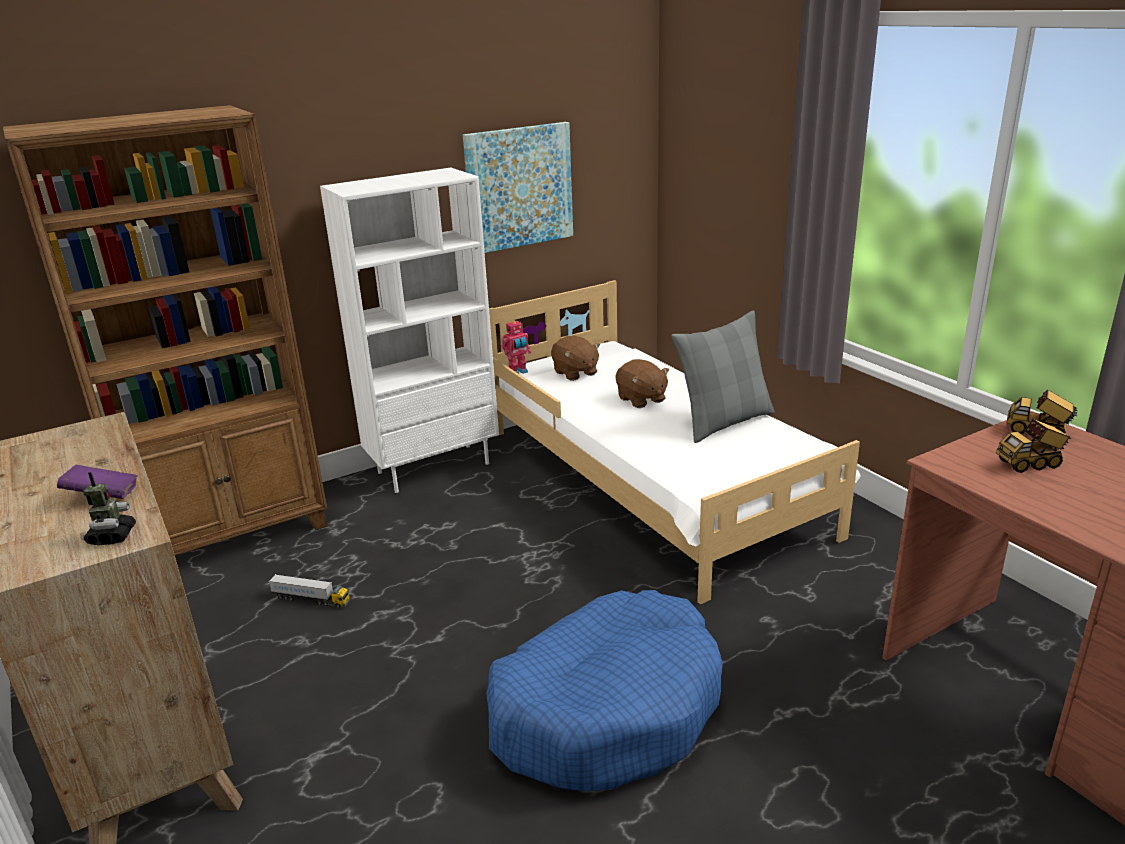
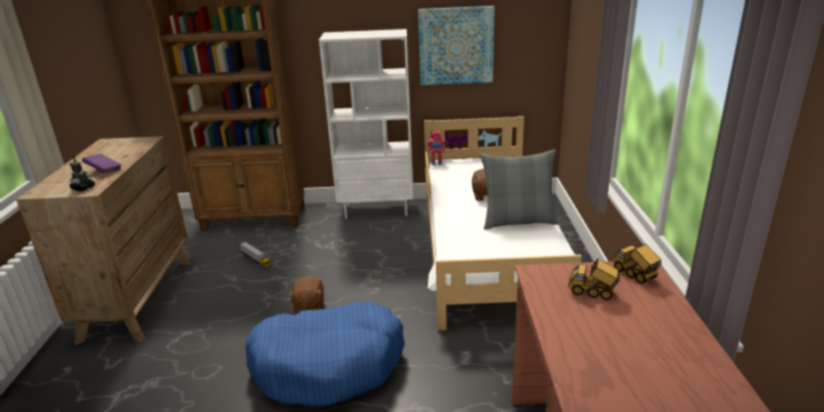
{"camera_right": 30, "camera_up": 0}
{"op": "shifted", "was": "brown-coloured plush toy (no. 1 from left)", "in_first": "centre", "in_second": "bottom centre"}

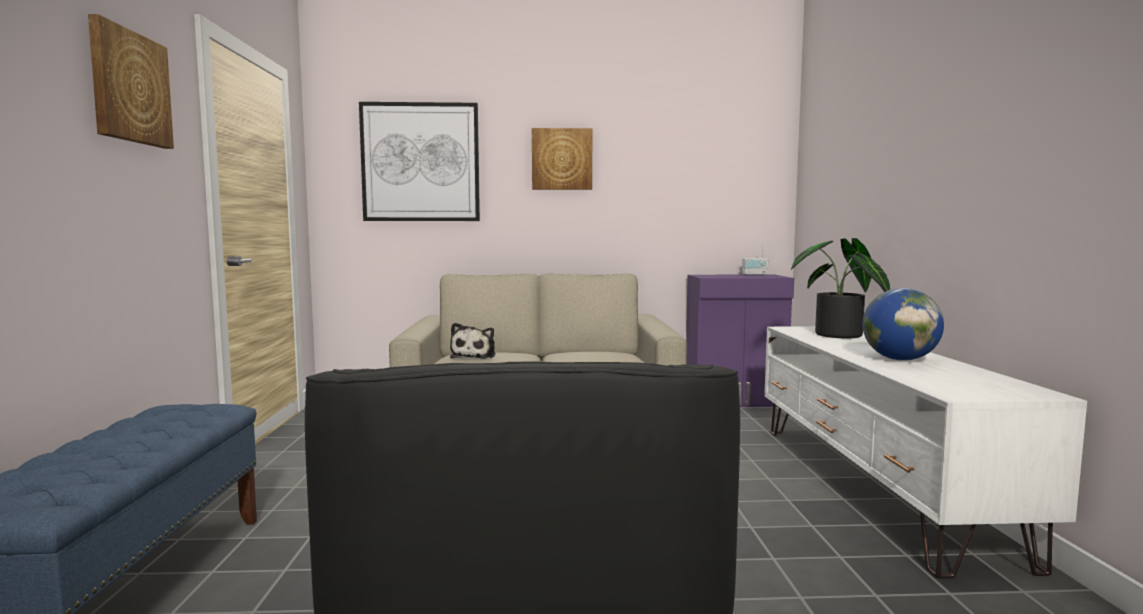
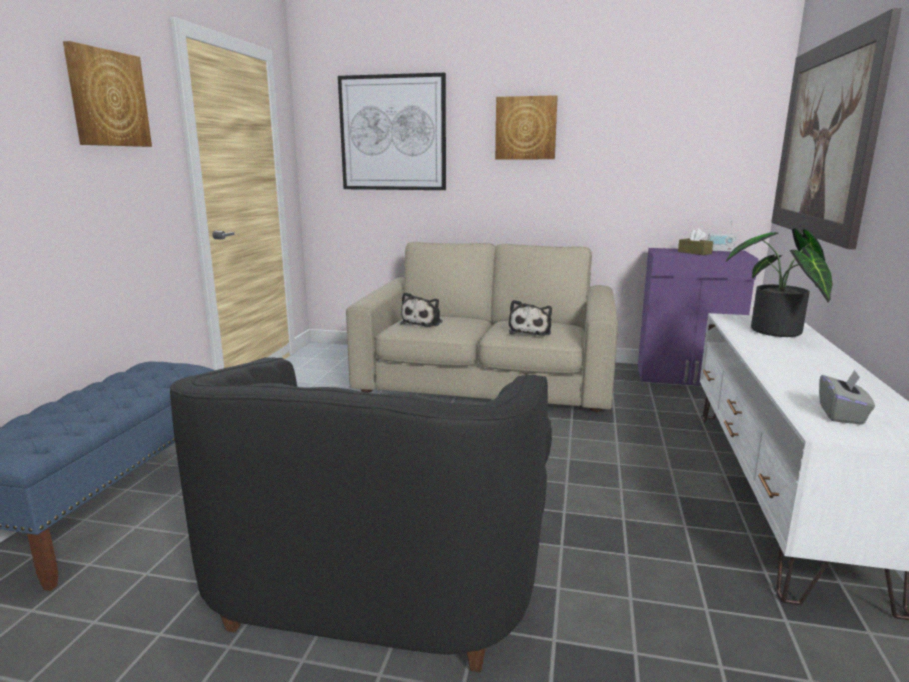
{"camera_right": 15, "camera_up": 10}
{"op": "gone", "was": "desk globe", "in_first": "middle right"}
{"op": "new", "now": "plush toy (no. 2 from left)", "in_second": "centre"}
{"op": "new", "now": "brown-coloured tissue holder", "in_second": "middle right"}
{"op": "new", "now": "wall art (no. 4 from left)", "in_second": "top right"}
{"op": "new", "now": "greyish tissue holder", "in_second": "middle right"}

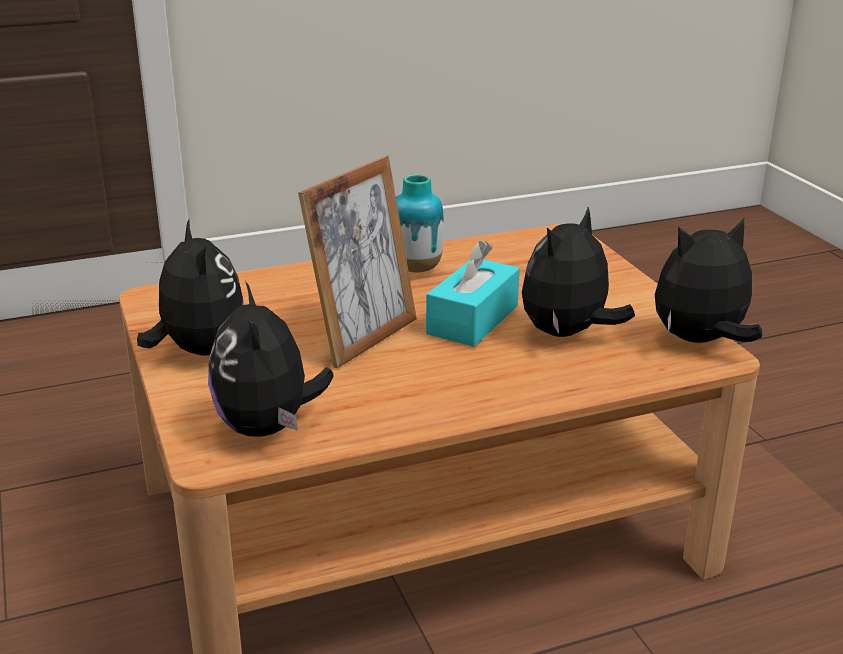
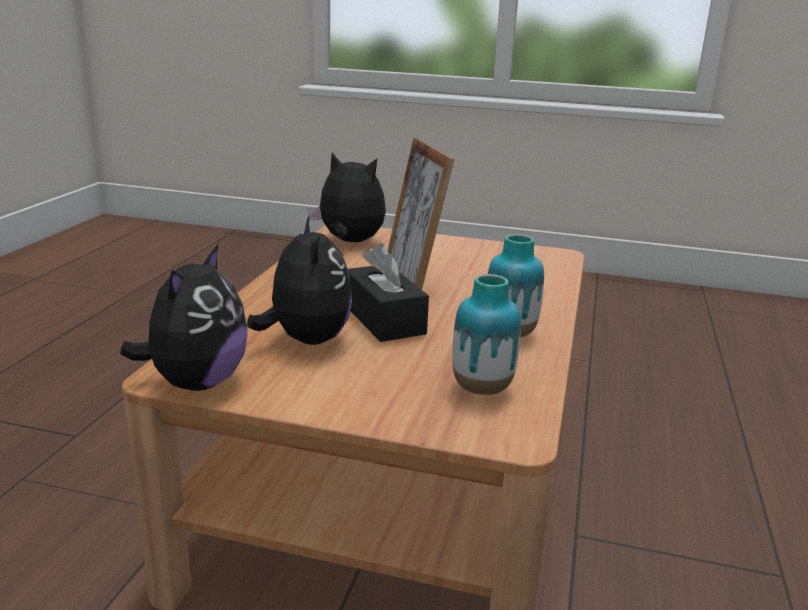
{"camera_right": 125, "camera_up": -5}
{"op": "gone", "was": "plush toy (no. 1 from left)", "in_first": "middle left"}
{"op": "new", "now": "vase (no. 1 from left)", "in_second": "centre"}
{"op": "repainted", "was": "turquoise tissue holder", "now": "black tissue holder", "in_first": "centre", "in_second": "centre"}

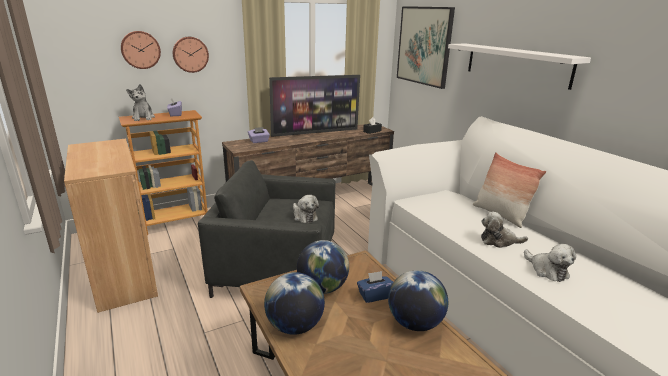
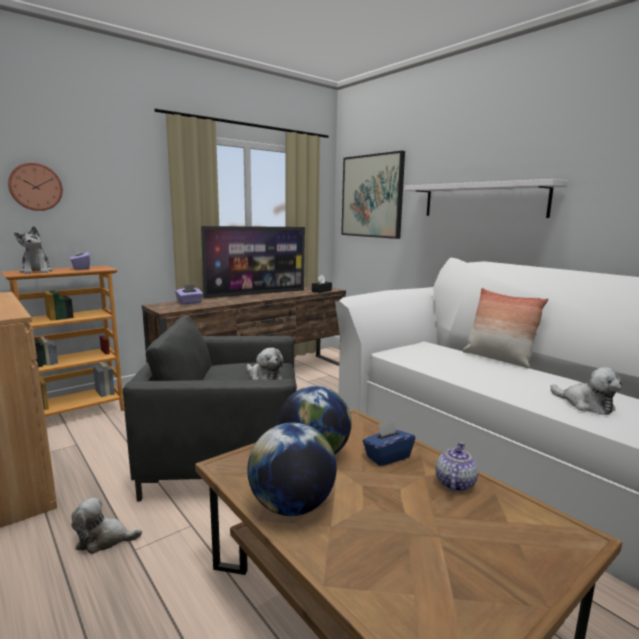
{"camera_right": -10, "camera_up": -10}
{"op": "gone", "was": "clock on the wall (no. 2 from left)", "in_first": "top left"}
{"op": "shifted", "was": "plush toy (no. 3 from left in the first image)", "now": "plush toy (no. 2 from left)", "in_first": "middle right", "in_second": "bottom left"}
{"op": "swapped", "was": "desk globe (no. 3 from left)", "now": "tea pot", "in_first": "bottom centre", "in_second": "bottom right"}

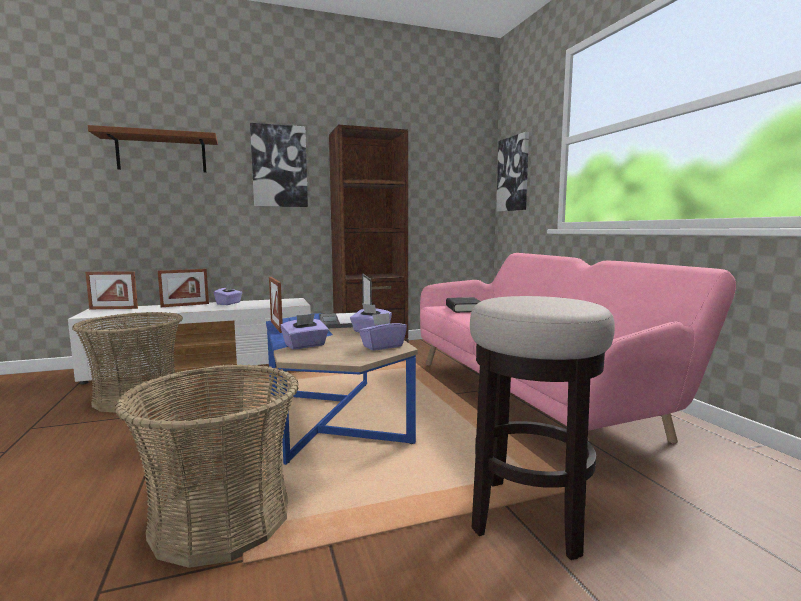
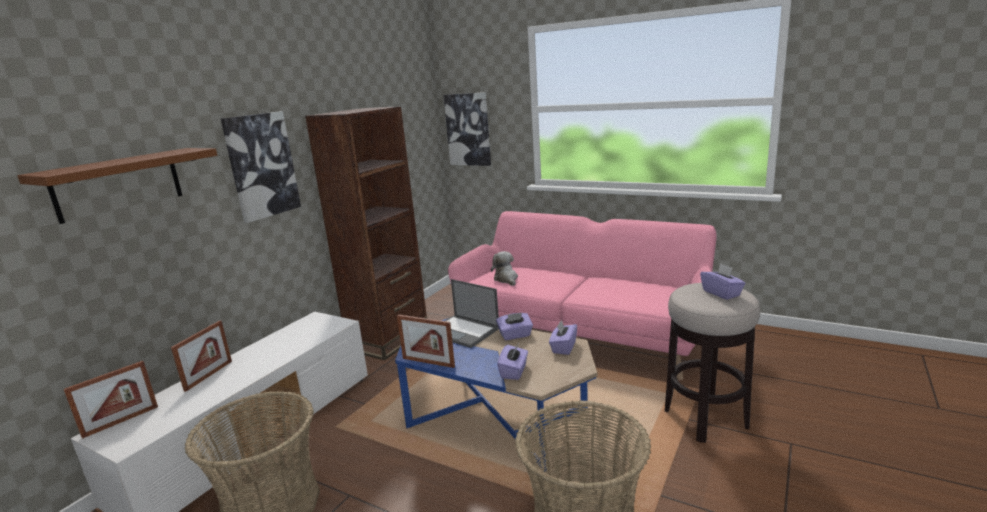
{"camera_right": -40, "camera_up": 10}
{"op": "shifted", "was": "purple tissue holder (no. 1 from left in the first image)", "now": "purple tissue holder (no. 4 from left)", "in_first": "middle left", "in_second": "middle right"}
{"op": "swapped", "was": "black book", "now": "plush toy", "in_first": "centre", "in_second": "centre"}

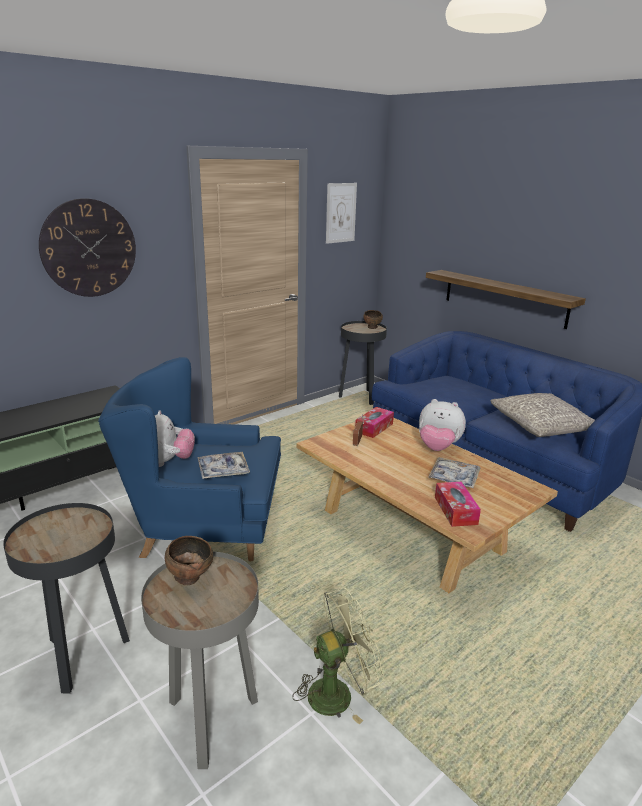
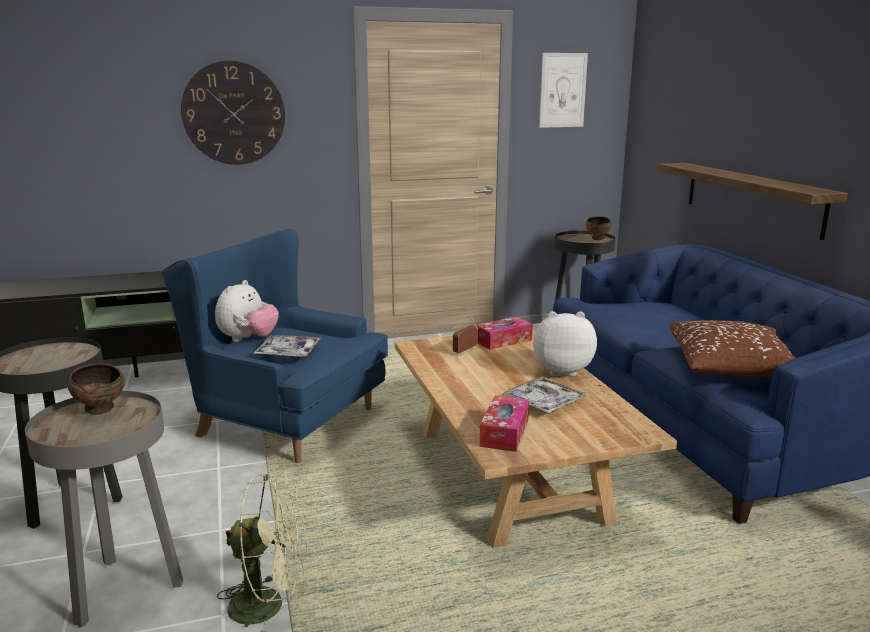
{"camera_right": 25, "camera_up": -5}
{"op": "repainted", "was": "greyish cushion", "now": "brown-coloured cushion", "in_first": "middle right", "in_second": "middle right"}
{"op": "rotated", "was": "plush toy (no. 2 from left)", "in_first": "middle right", "in_second": "centre", "clockwise": 135}

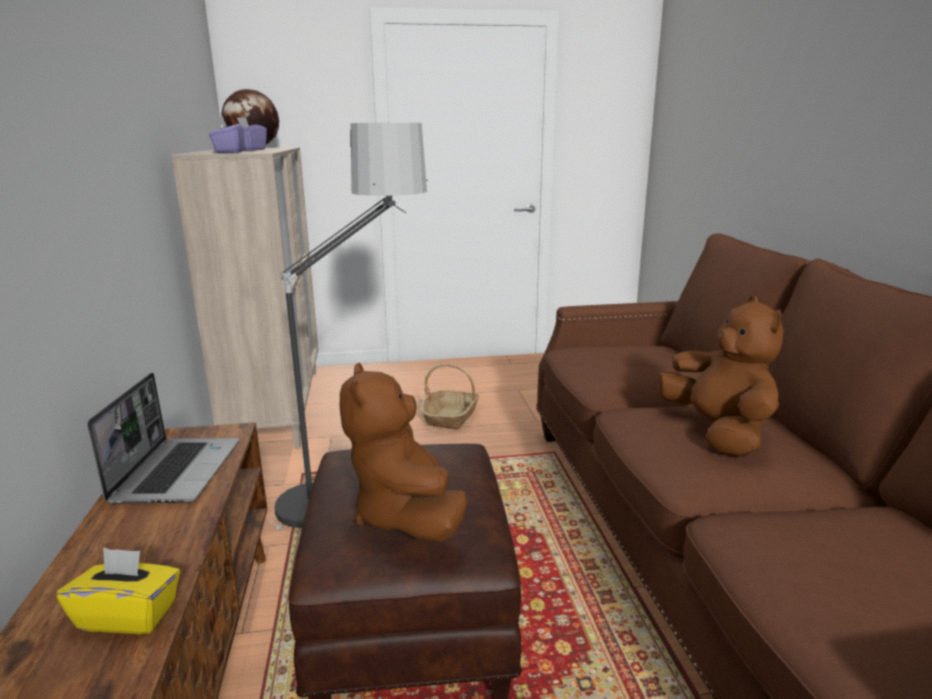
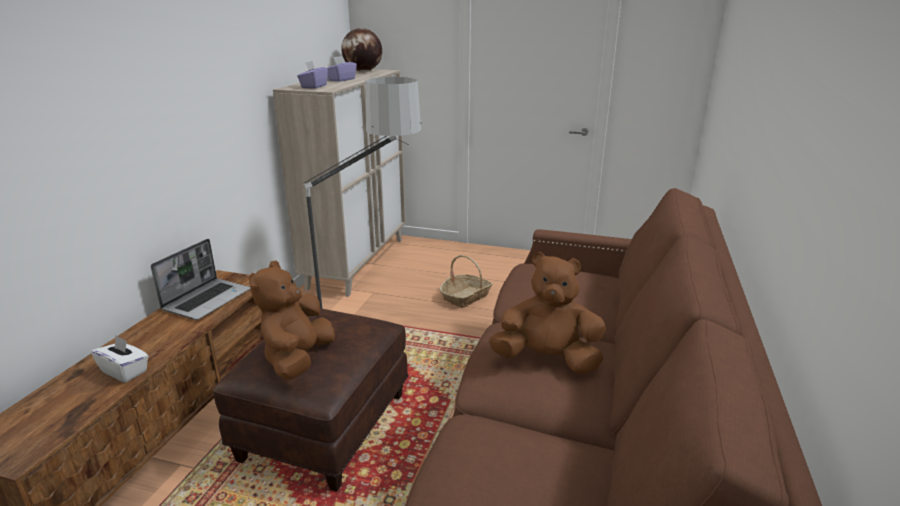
{"camera_right": 25, "camera_up": 5}
{"op": "repainted", "was": "yellow-coloured tissue holder", "now": "whitish tissue holder", "in_first": "bottom left", "in_second": "bottom left"}
{"op": "rotated", "was": "brown-coloured plush toy (no. 2 from left)", "in_first": "middle right", "in_second": "centre", "clockwise": -90}

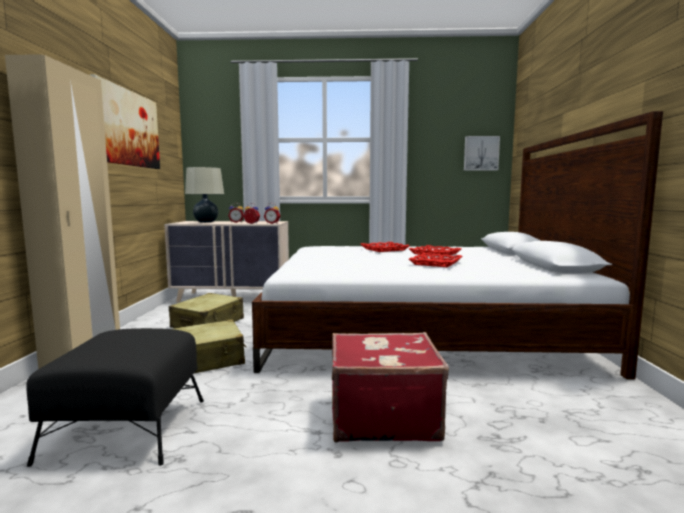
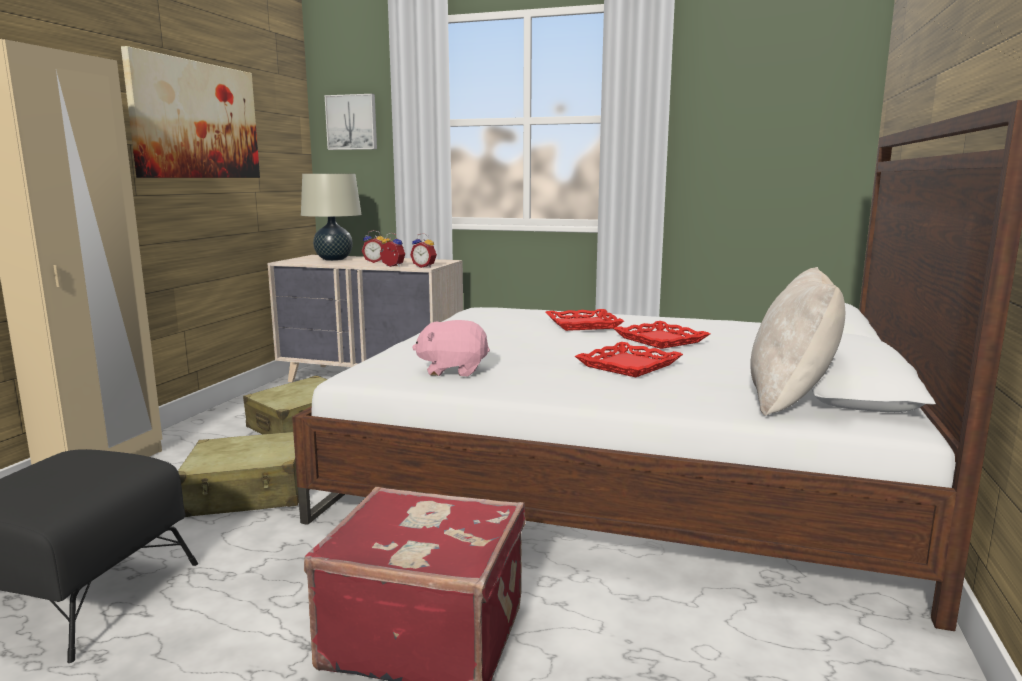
{"camera_right": 15, "camera_up": 5}
{"op": "new", "now": "pinkish plush toy", "in_second": "centre"}
{"op": "new", "now": "beige cushion", "in_second": "middle right"}
{"op": "shifted", "was": "wall art (no. 2 from left)", "in_first": "top right", "in_second": "top centre"}

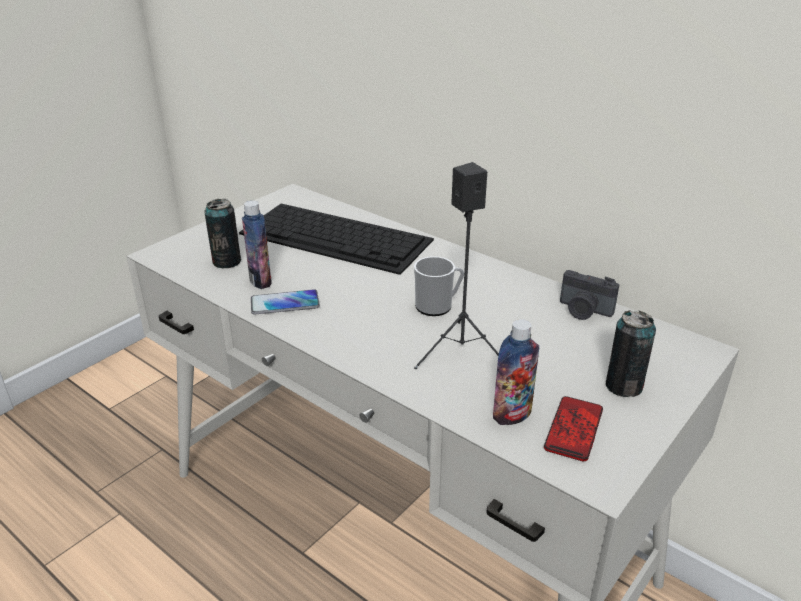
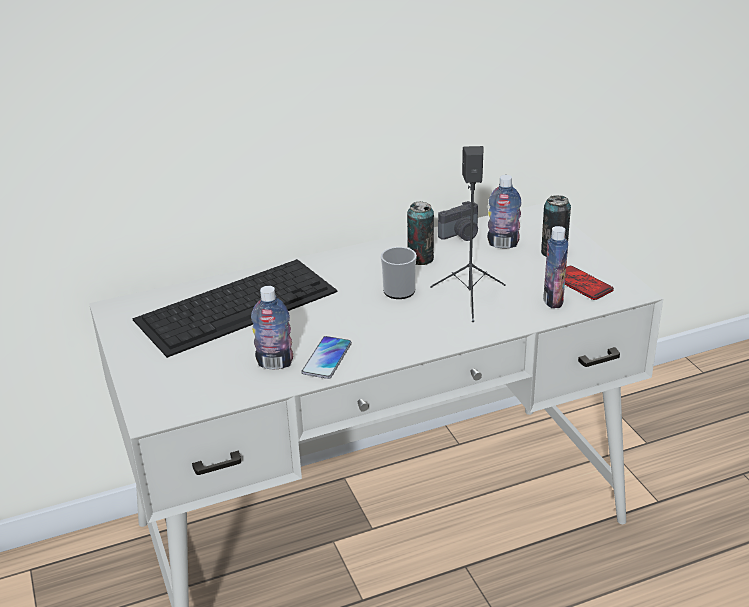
{"camera_right": -60, "camera_up": 0}
{"op": "new", "now": "drink bottle (no. 2 from left)", "in_second": "middle right"}
{"op": "shifted", "was": "metal can (no. 1 from left)", "in_first": "middle left", "in_second": "centre"}

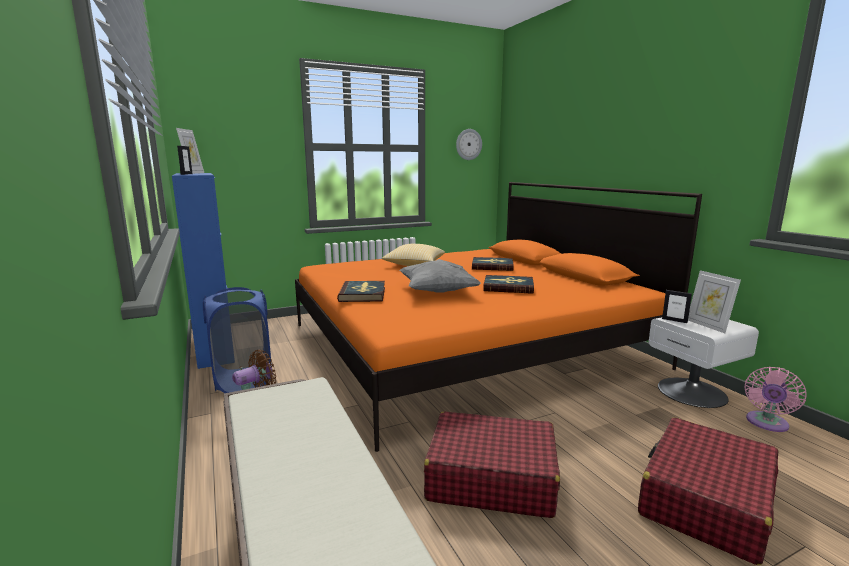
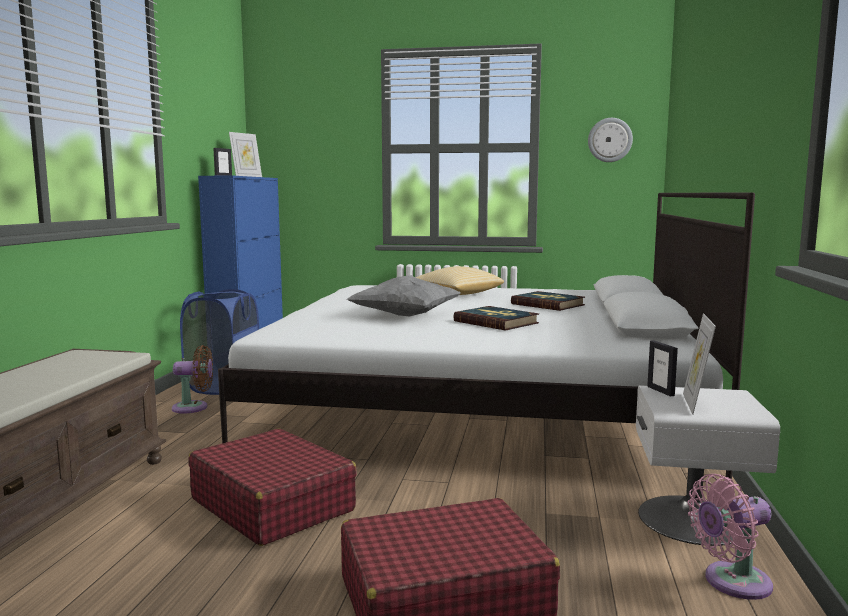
{"camera_right": 35, "camera_up": -5}
{"op": "gone", "was": "book (no. 1 from left)", "in_first": "centre"}
{"op": "repainted", "was": "orangey sleeping bed", "now": "whitish sleeping bed", "in_first": "centre", "in_second": "centre"}

